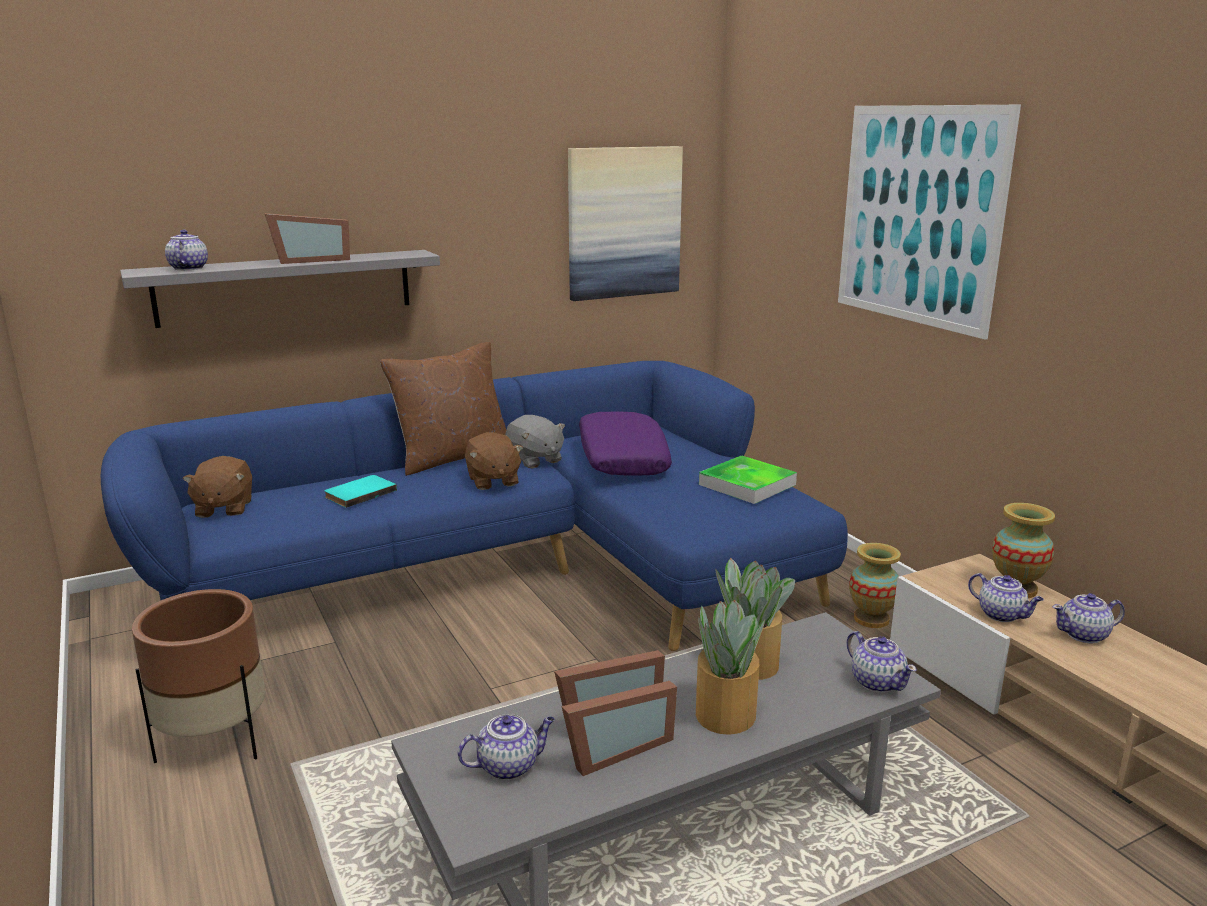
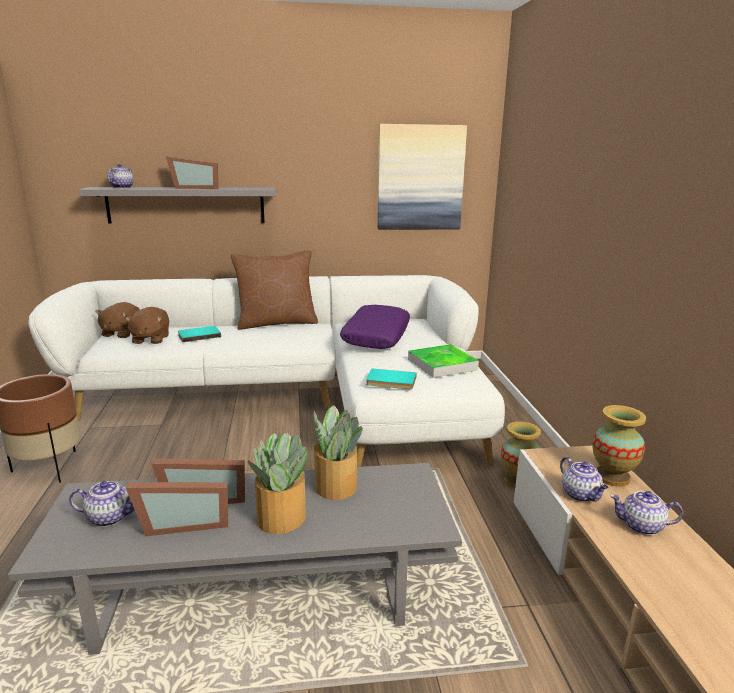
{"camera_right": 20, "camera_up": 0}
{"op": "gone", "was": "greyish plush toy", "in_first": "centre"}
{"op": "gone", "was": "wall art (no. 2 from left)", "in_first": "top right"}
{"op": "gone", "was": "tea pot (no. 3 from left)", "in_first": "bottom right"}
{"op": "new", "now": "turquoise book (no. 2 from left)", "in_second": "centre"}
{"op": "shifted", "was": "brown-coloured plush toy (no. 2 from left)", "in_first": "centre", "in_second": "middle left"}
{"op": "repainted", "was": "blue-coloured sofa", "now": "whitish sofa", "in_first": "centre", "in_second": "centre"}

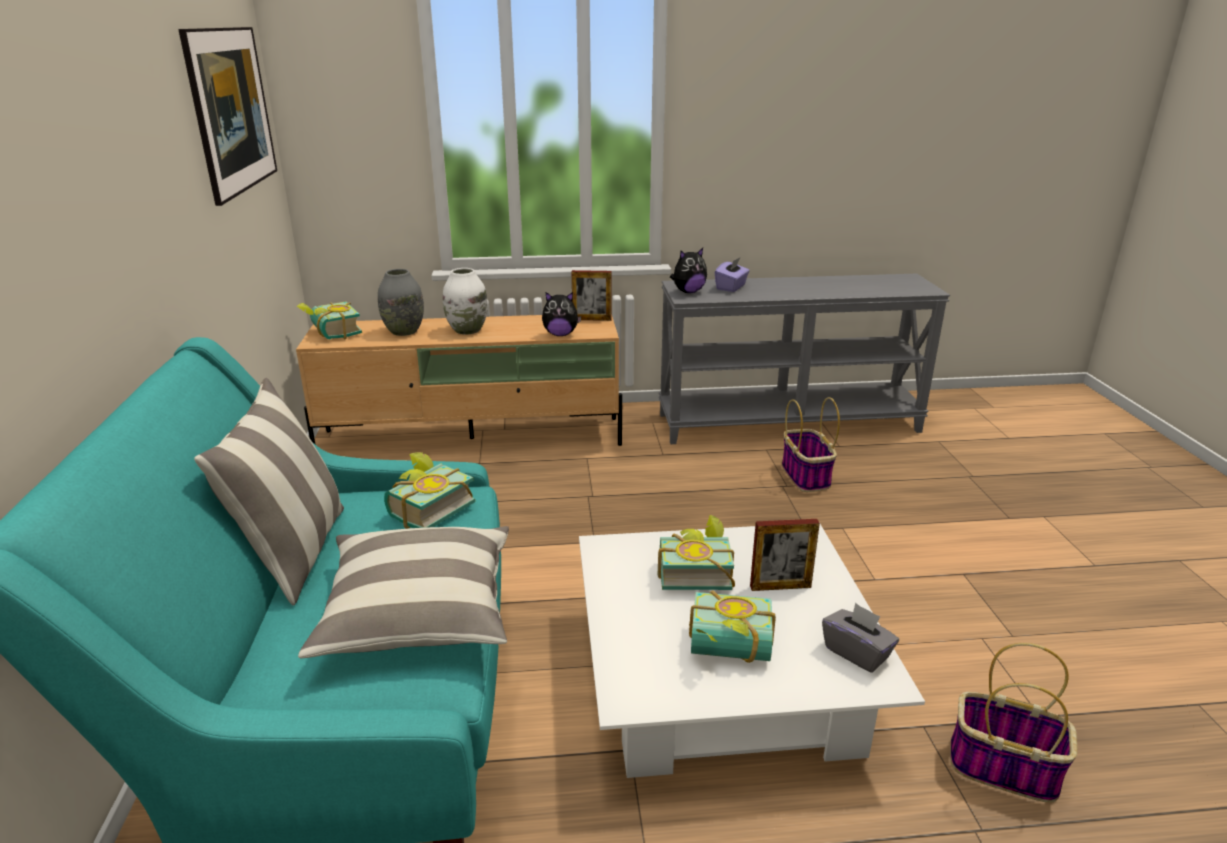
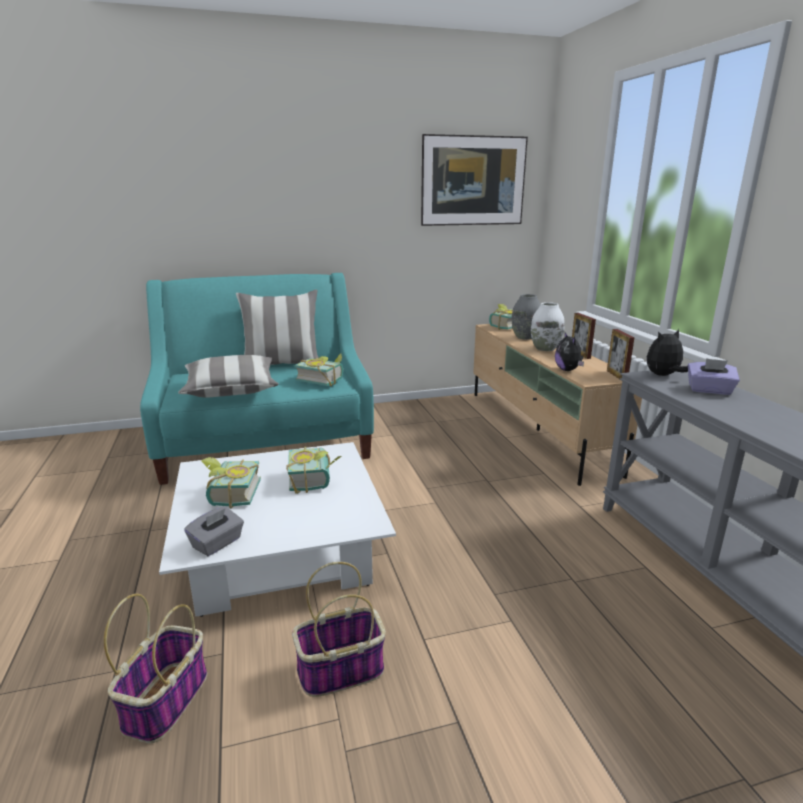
{"camera_right": 80, "camera_up": -5}
{"op": "shifted", "was": "photo frame (no. 2 from left in the first image)", "now": "photo frame (no. 1 from left)", "in_first": "centre", "in_second": "middle right"}
{"op": "shifted", "was": "basket (no. 1 from left in the first image)", "now": "basket (no. 2 from left)", "in_first": "centre", "in_second": "bottom centre"}
{"op": "rotated", "was": "plush toy (no. 2 from left)", "in_first": "top centre", "in_second": "middle right", "clockwise": 105}

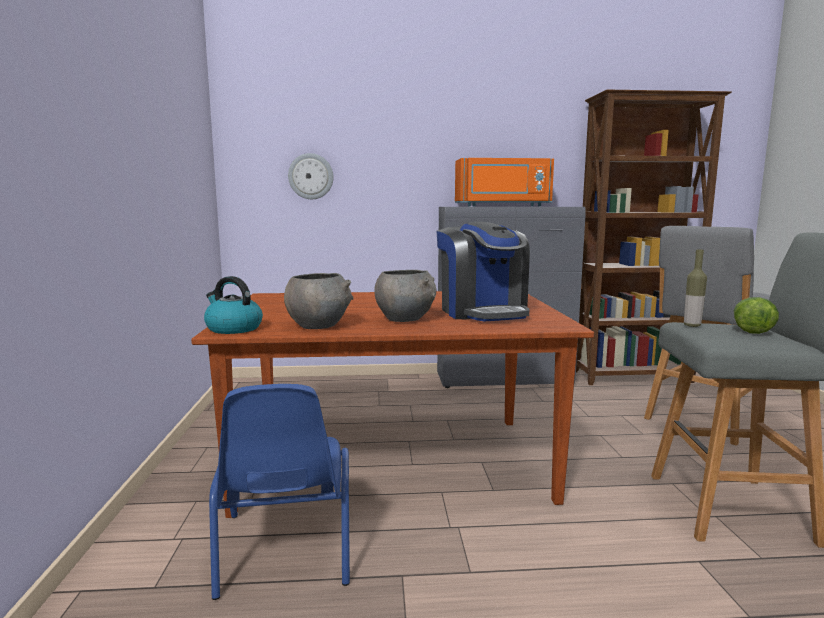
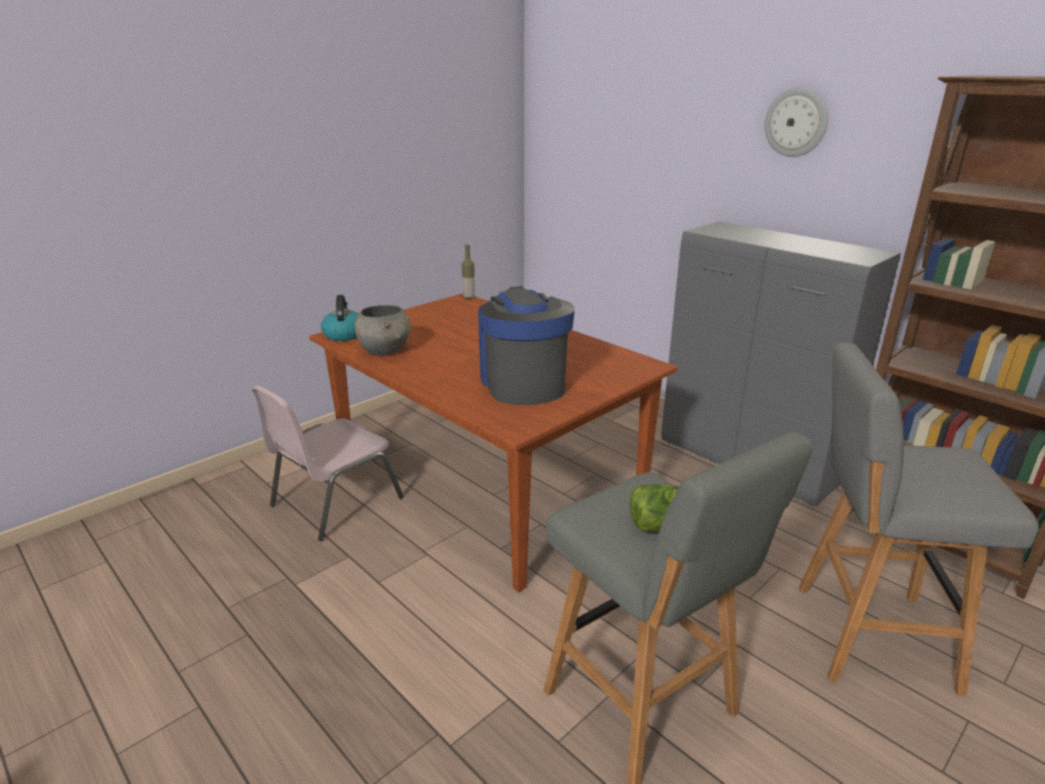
{"camera_right": 50, "camera_up": 15}
{"op": "gone", "was": "greyish serving bowl (no. 2 from left)", "in_first": "centre"}
{"op": "gone", "was": "orangey kitchen microwave", "in_first": "top centre"}
{"op": "shifted", "was": "clock on the wall", "in_first": "top centre", "in_second": "top right"}
{"op": "shifted", "was": "drink bottle", "in_first": "middle right", "in_second": "centre"}
{"op": "repainted", "was": "blue-coloured chair", "now": "pinkish chair", "in_first": "bottom centre", "in_second": "middle left"}
{"op": "rotated", "was": "coffee maker", "in_first": "centre", "in_second": "centre", "clockwise": 135}

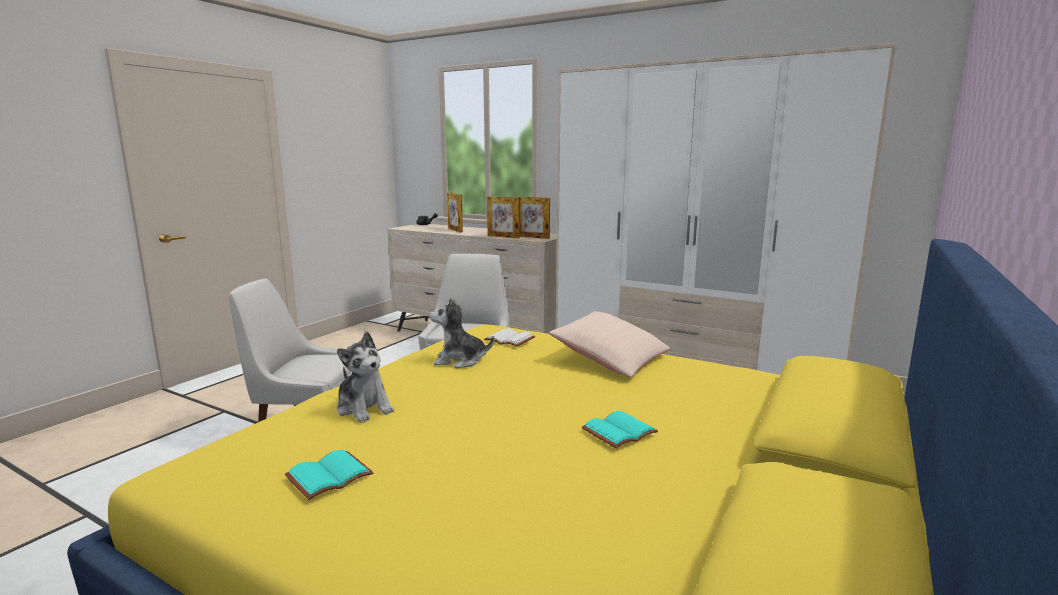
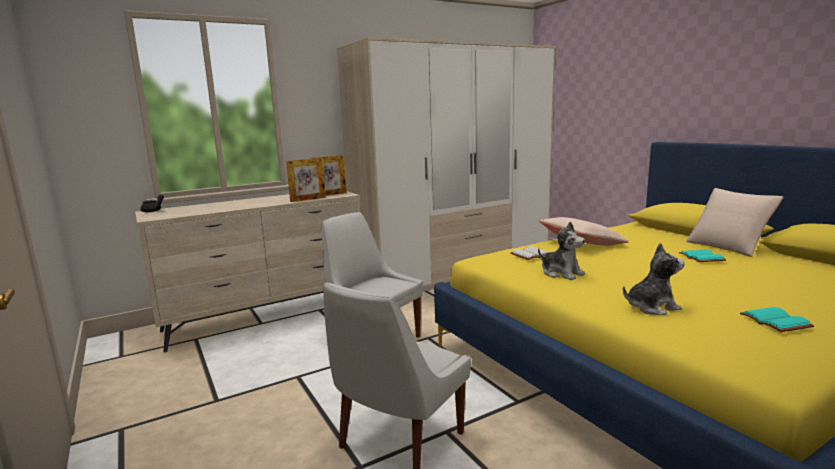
{"camera_right": -60, "camera_up": 0}
{"op": "gone", "was": "photo frame (no. 1 from left)", "in_first": "centre"}
{"op": "new", "now": "beige cushion (no. 2 from left)", "in_second": "middle right"}
{"op": "rotated", "was": "plush toy (no. 2 from left in the first image)", "in_first": "centre", "in_second": "middle right", "clockwise": -75}

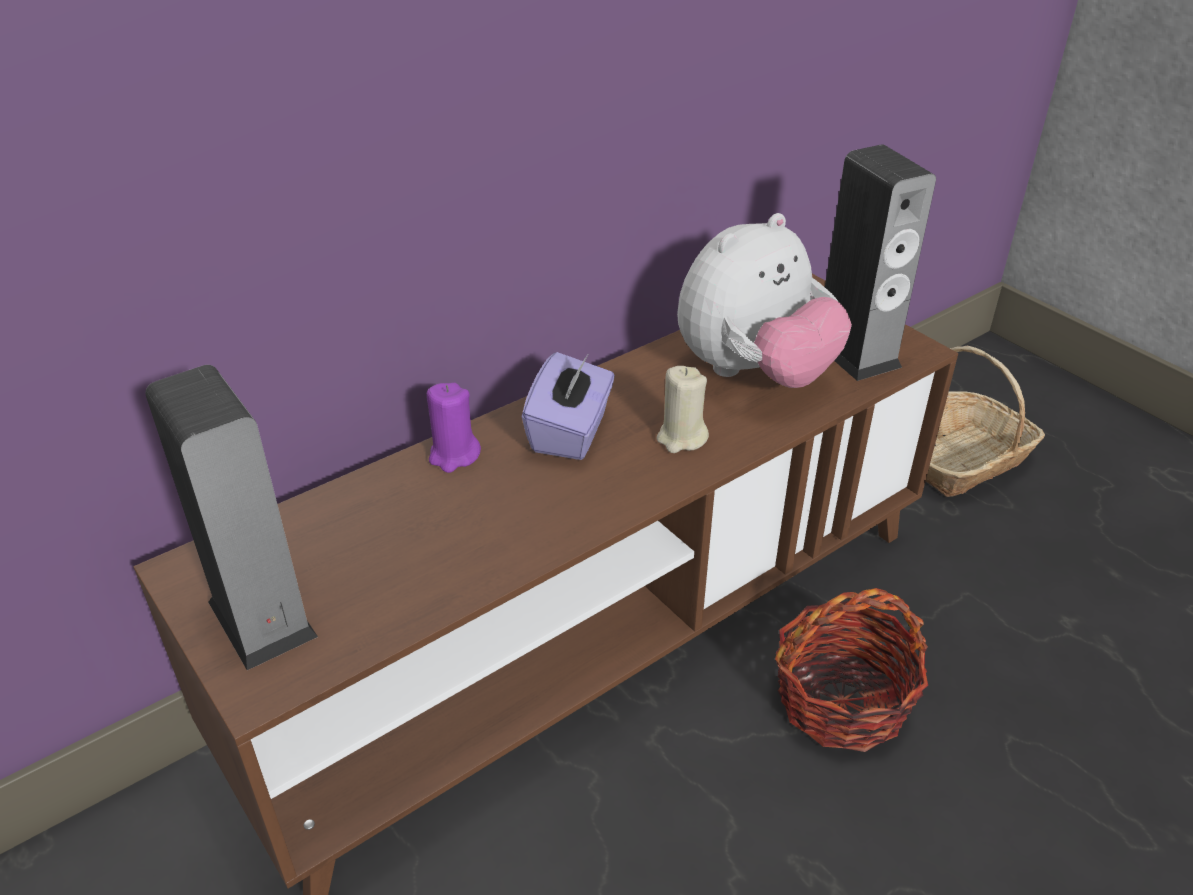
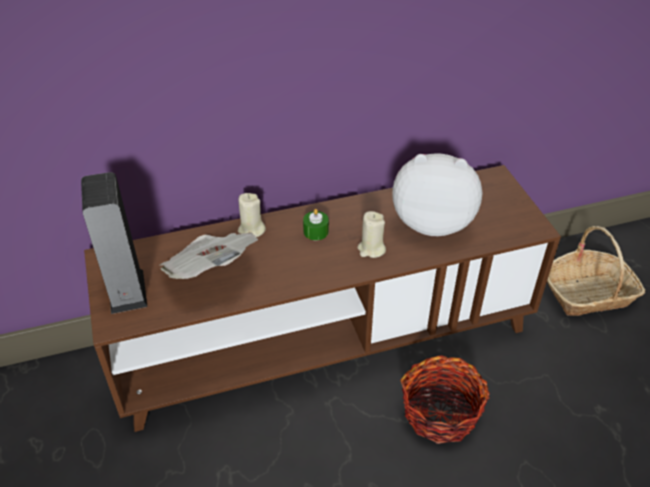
{"camera_right": 20, "camera_up": 5}
{"op": "gone", "was": "loudspeaker (no. 2 from left)", "in_first": "top right"}
{"op": "new", "now": "newspaper", "in_second": "middle left"}
{"op": "swapped", "was": "purple tissue holder", "now": "greenish wax candle", "in_first": "centre", "in_second": "centre"}
{"op": "repainted", "was": "purple wax candle", "now": "beige wax candle (no. 1 from left)", "in_first": "centre", "in_second": "centre"}
{"op": "rotated", "was": "plush toy", "in_first": "centre", "in_second": "middle right", "clockwise": -150}

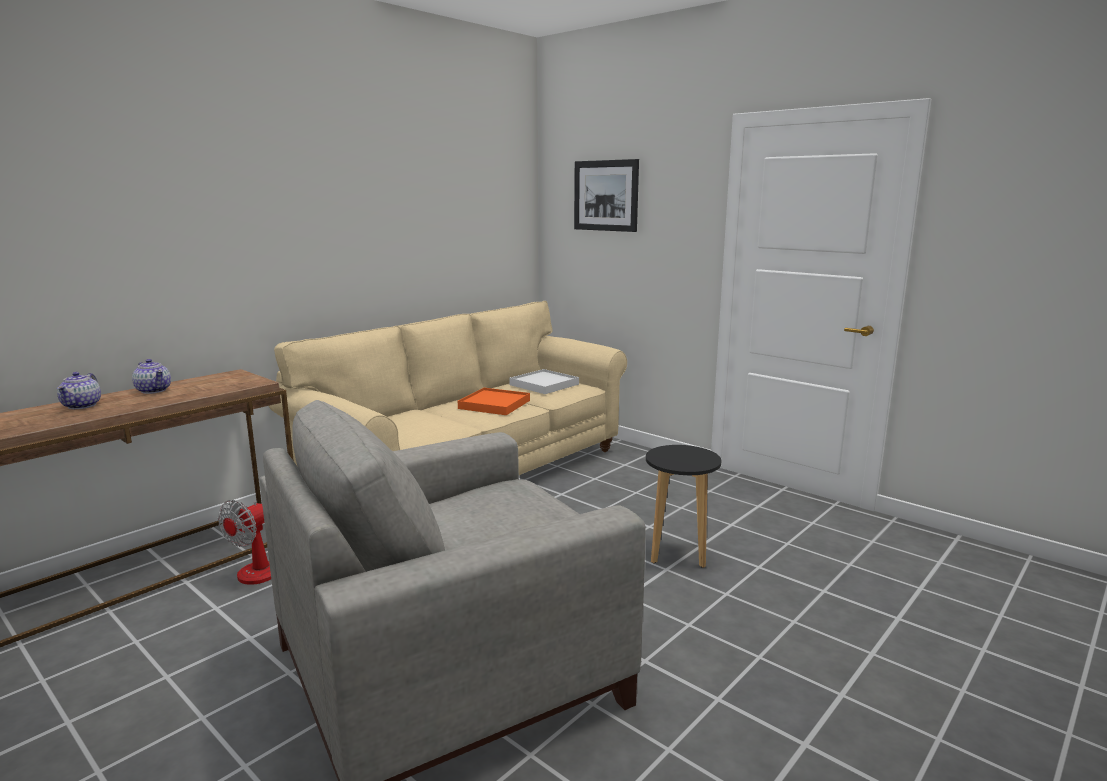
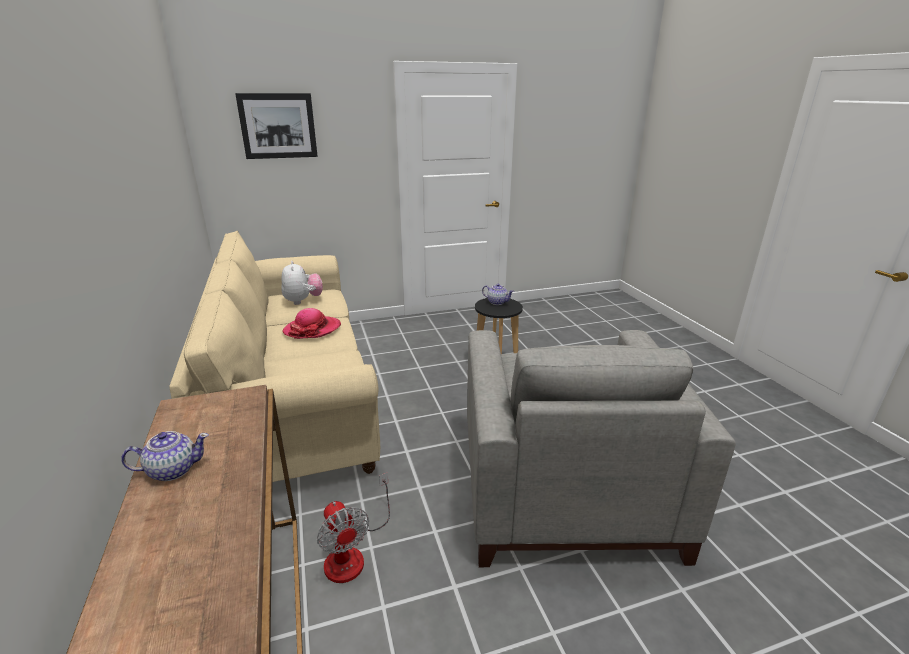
{"camera_right": -60, "camera_up": 10}
{"op": "shifted", "was": "tea pot (no. 1 from left in the first image)", "now": "tea pot (no. 2 from left)", "in_first": "middle left", "in_second": "centre"}
{"op": "swapped", "was": "orangey carrying tray", "now": "wearable hat", "in_first": "centre", "in_second": "centre"}
{"op": "swapped", "was": "whitish carrying tray", "now": "plush toy", "in_first": "centre", "in_second": "middle left"}

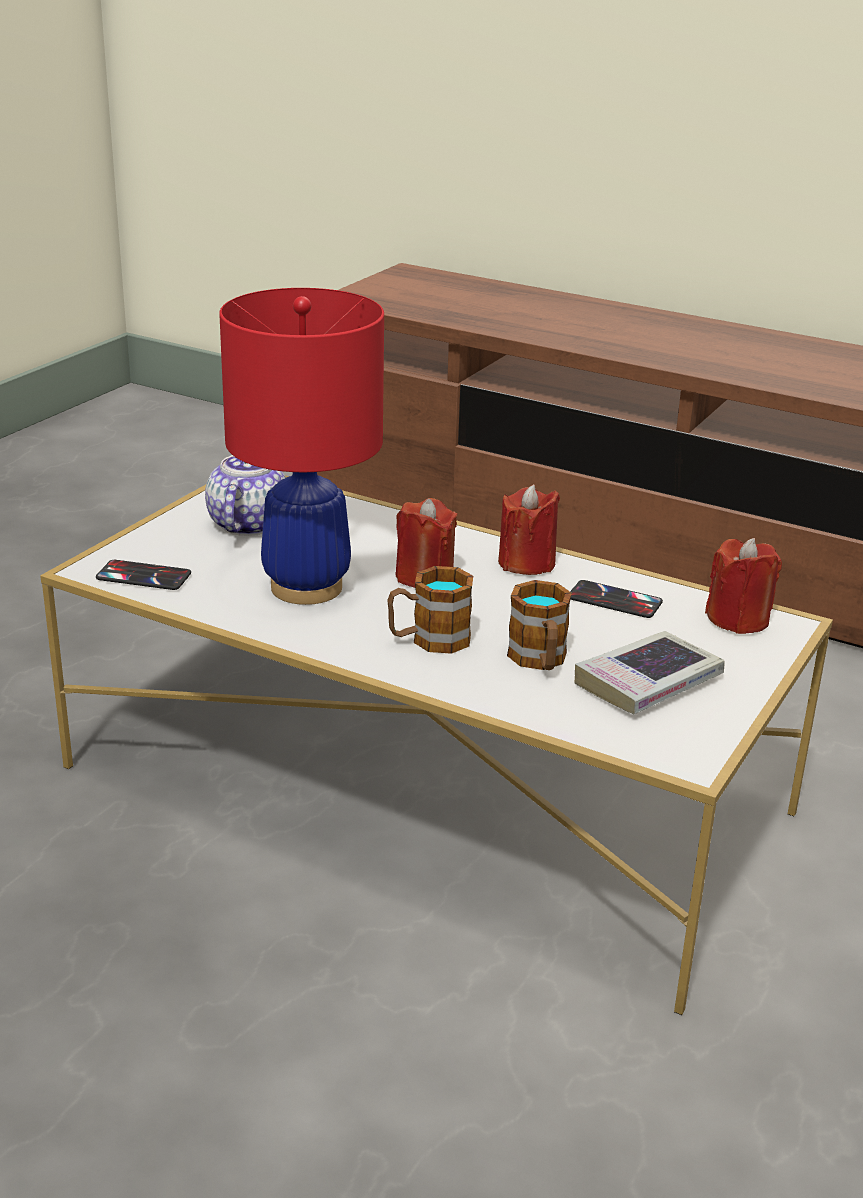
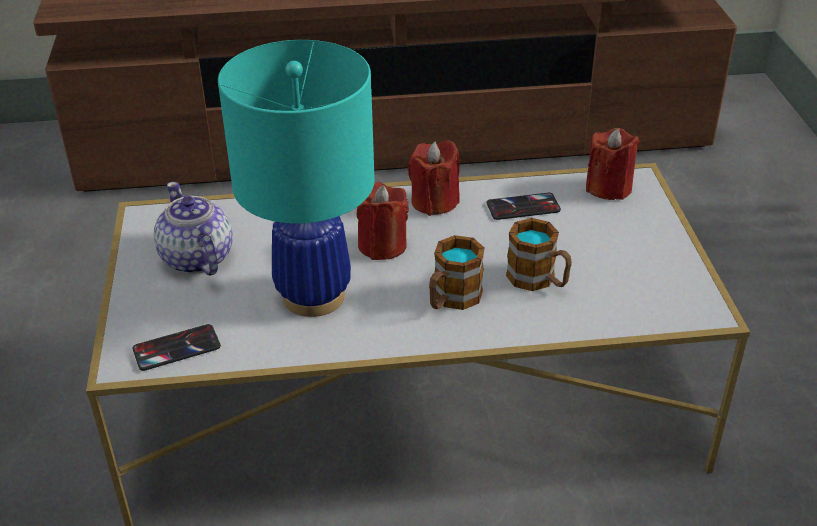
{"camera_right": -35, "camera_up": 10}
{"op": "gone", "was": "book", "in_first": "middle right"}
{"op": "repainted", "was": "red-coloured lamp for a table", "now": "turquoise lamp for a table", "in_first": "centre", "in_second": "centre"}

